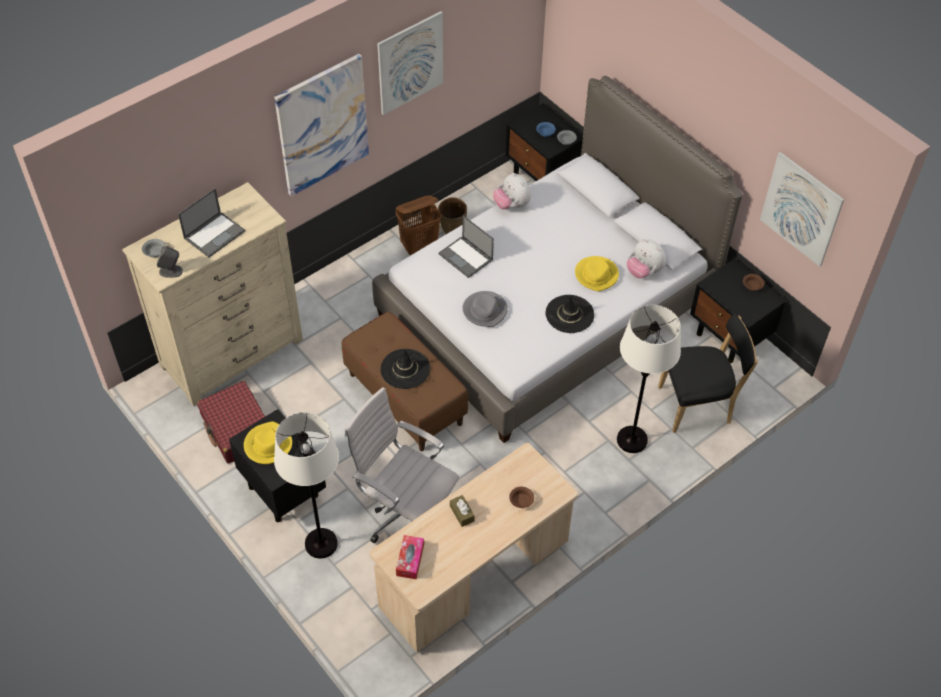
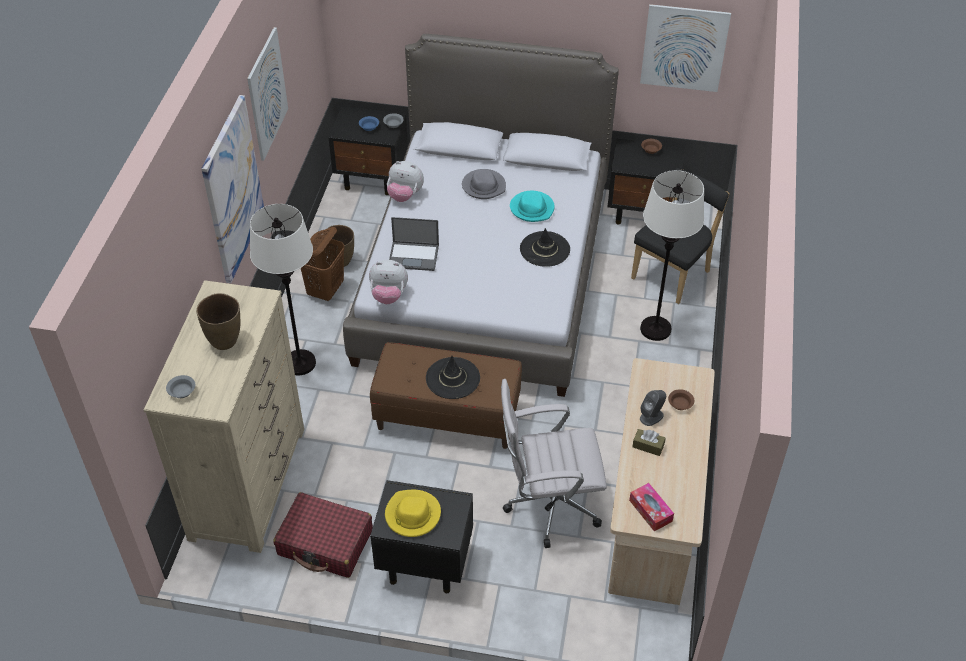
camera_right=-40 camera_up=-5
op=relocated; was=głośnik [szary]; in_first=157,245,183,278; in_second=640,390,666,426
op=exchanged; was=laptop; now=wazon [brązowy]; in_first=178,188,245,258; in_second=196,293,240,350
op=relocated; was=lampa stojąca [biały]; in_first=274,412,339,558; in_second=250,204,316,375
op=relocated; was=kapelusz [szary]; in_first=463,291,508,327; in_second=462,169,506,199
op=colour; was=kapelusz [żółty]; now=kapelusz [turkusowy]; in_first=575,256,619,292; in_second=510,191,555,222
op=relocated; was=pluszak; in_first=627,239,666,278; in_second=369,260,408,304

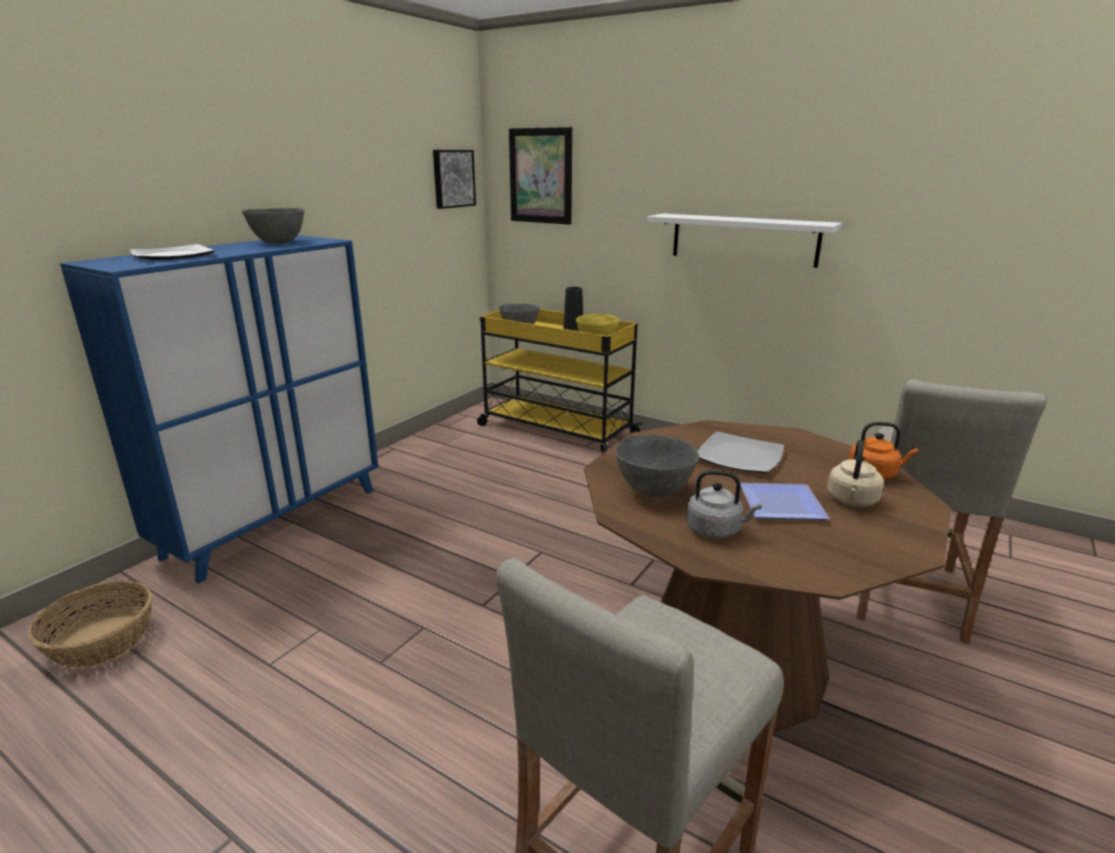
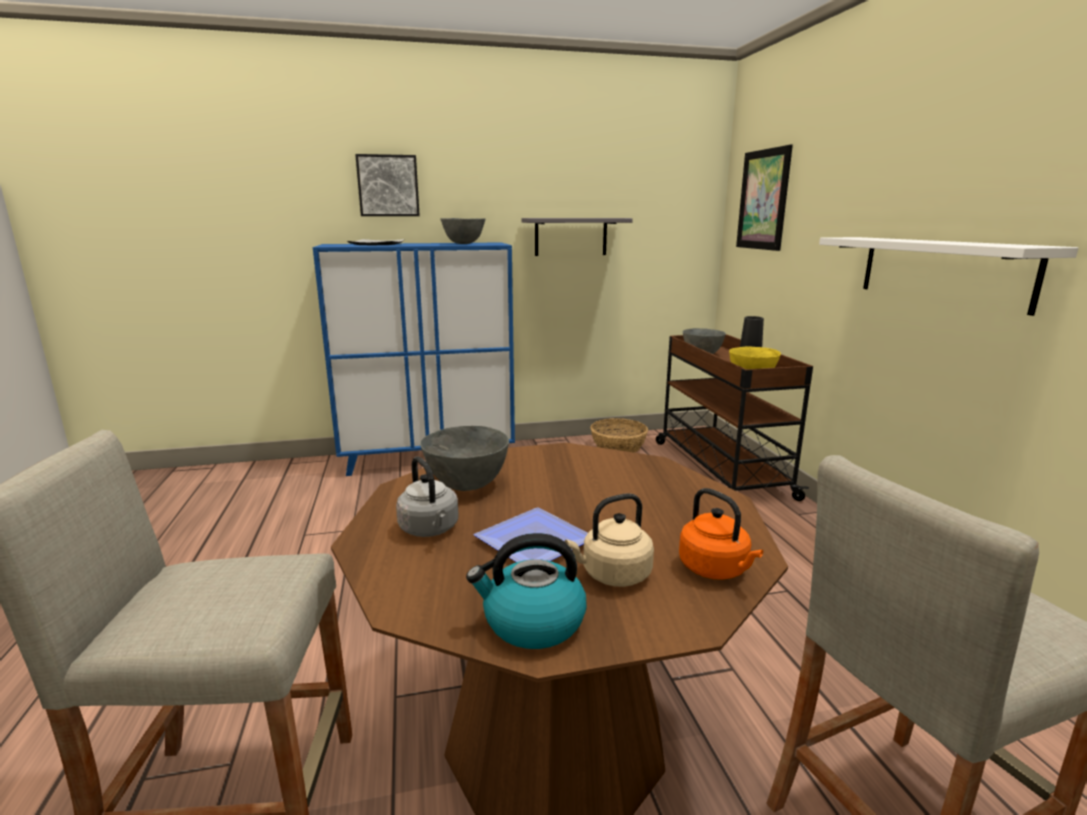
camera_right=45 camera_up=-5
op=relocated; was=koszyk; in_first=28,581,152,668; in_second=590,418,648,453
op=relocated; was=obraz; in_first=433,150,476,209; in_second=355,154,420,216
op=colour; was=wózek [żółty]; now=wózek [brązowy]; in_first=477,309,642,454; in_second=656,334,813,501
op=missing; was=talerz; in_first=698,432,784,473
op=appeared; now=czajnik; in_second=466,533,587,649
op=appeared; now=półka [szary]; in_second=521,218,633,256

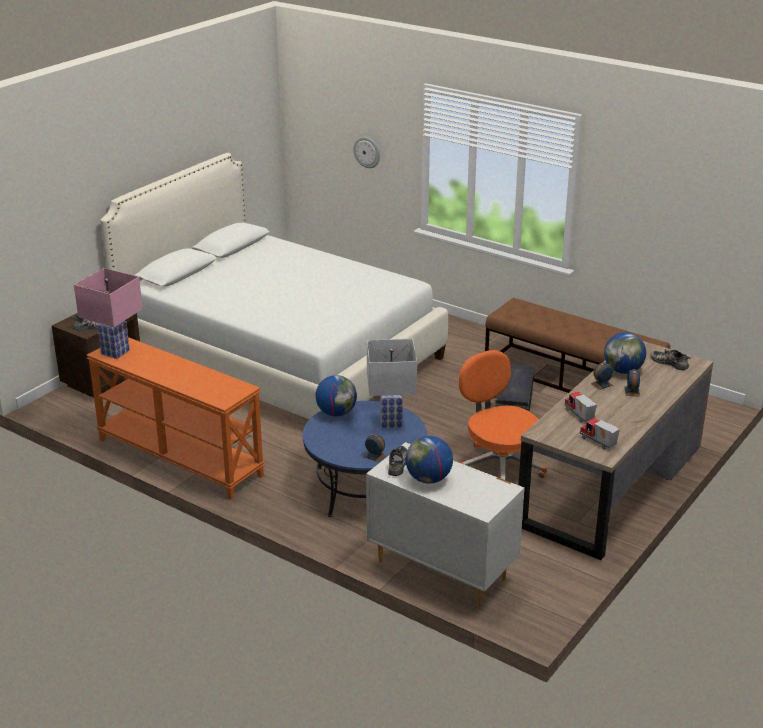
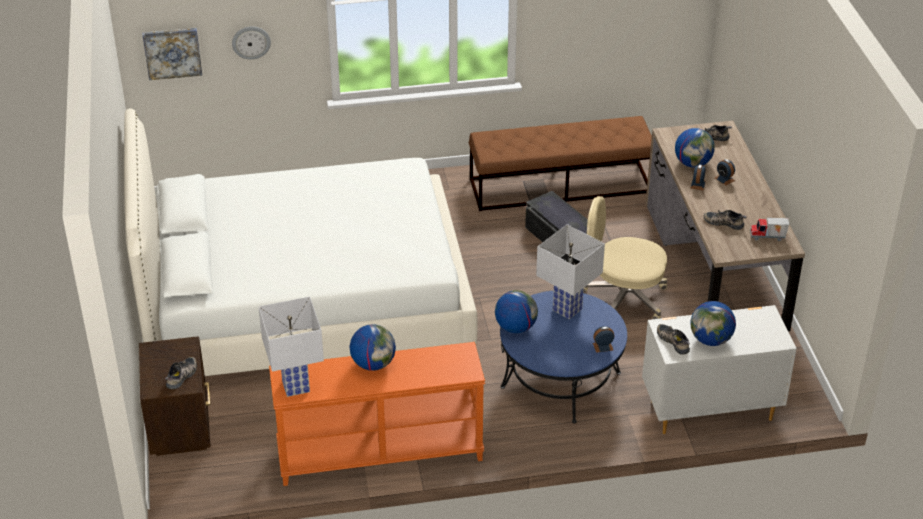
camera_right=-45 camera_up=10
op=colour; was=lampa stołowa [różowy]; now=lampa stołowa [biały]; in_first=74,268,143,359; in_second=258,297,324,397
op=colour; was=krzesło biurowe [pomarańczowy]; now=krzesło biurowe [beżowy]; in_first=459,350,547,480; in_second=583,196,667,319
op=exchanged; was=ciężarówka zabawkowa; now=but; in_first=564,392,597,423; in_second=704,210,747,230
op=appeared; now=obraz; in_second=142,28,202,80
op=appeared; now=globus; in_second=350,324,396,371

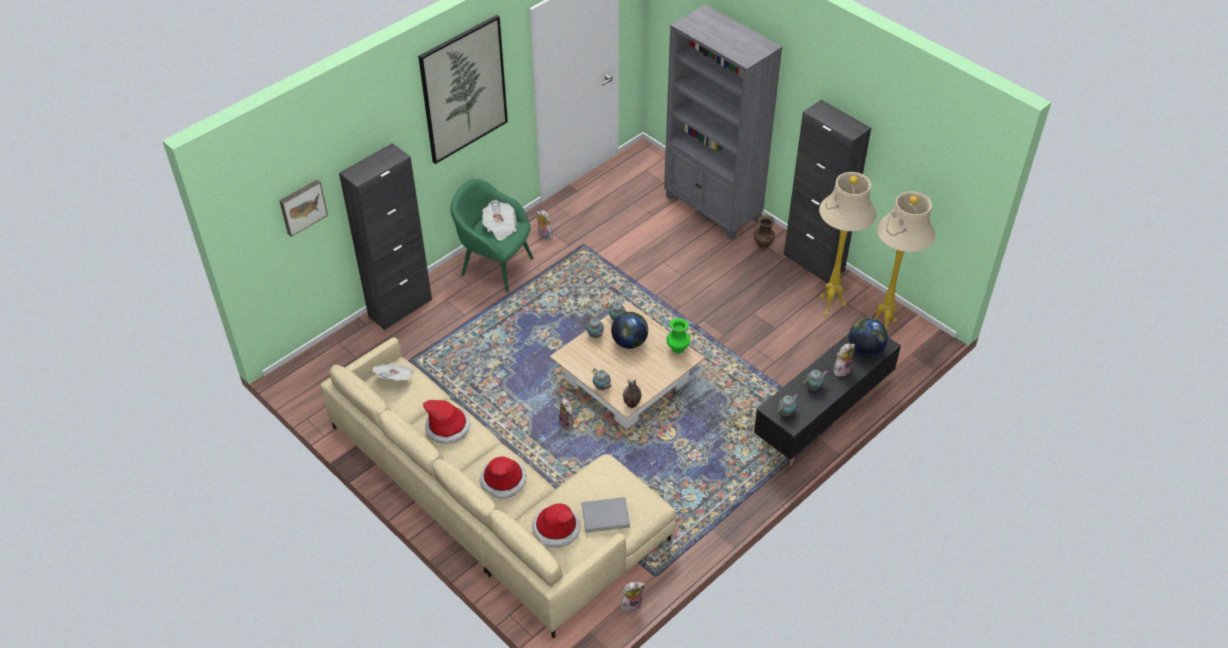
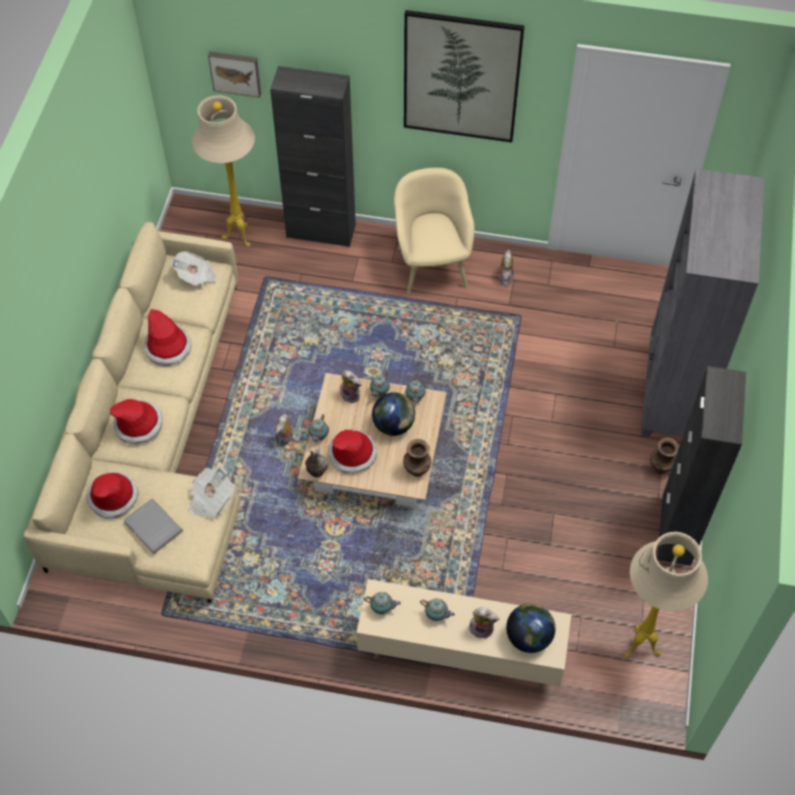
camera_right=55 camera_up=10
op=colour; was=fotel [zielony]; now=fotel [beżowy]; in_first=450,179,533,292; in_second=394,168,475,296
op=relocated; was=gazeta; in_first=482,200,517,241; in_second=189,468,234,519
op=relocated; was=pluszak; in_first=621,582,645,613; in_second=340,370,362,404
op=colour; was=wazon [zielony]; now=wazon [brązowy]; in_first=666,318,690,354; in_second=403,439,431,477
op=colour; was=szafka pod telewizor [czarny]; now=szafka pod telewizor [beżowy]; in_first=754,334,901,466; in_second=356,579,571,689
op=relocated; was=lampa stojąca [beżowy]; in_first=819,172,877,316; in_second=192,95,255,247
op=appeared; now=kapelusz; in_second=328,430,377,474

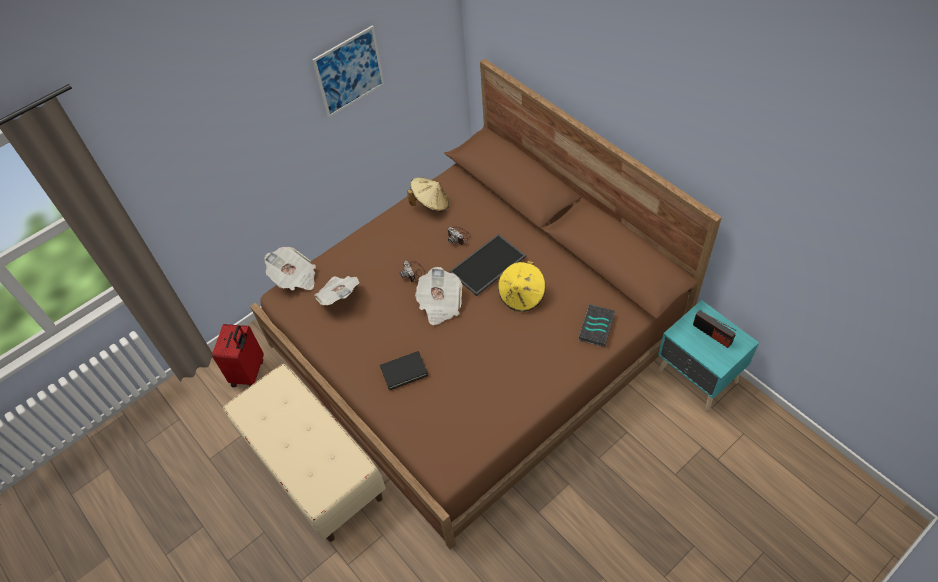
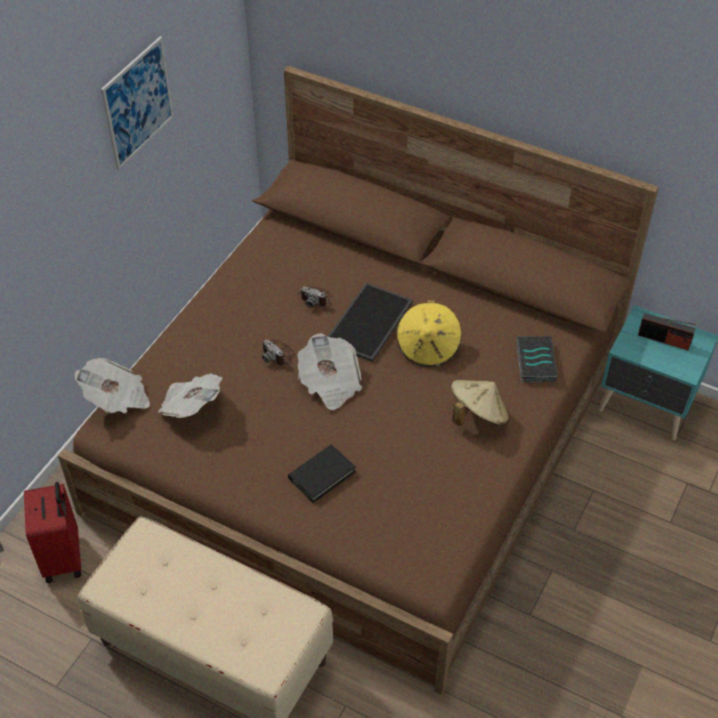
camera_right=-25 camera_up=-5
op=relocated; was=kapelusz [beżowy]; in_first=407,177,449,212; in_second=451,380,509,425

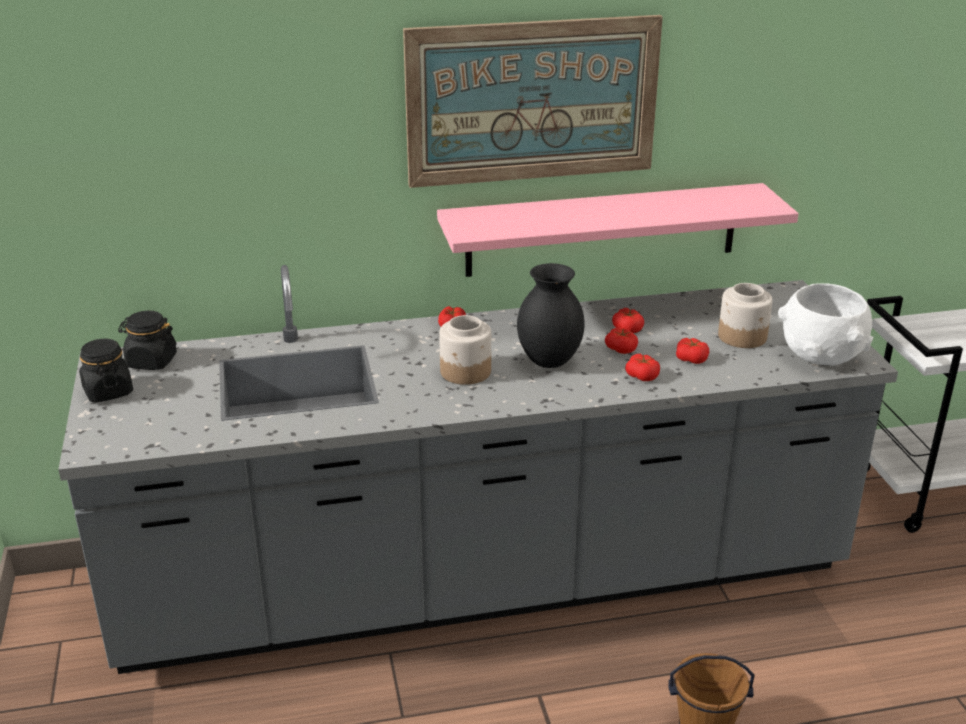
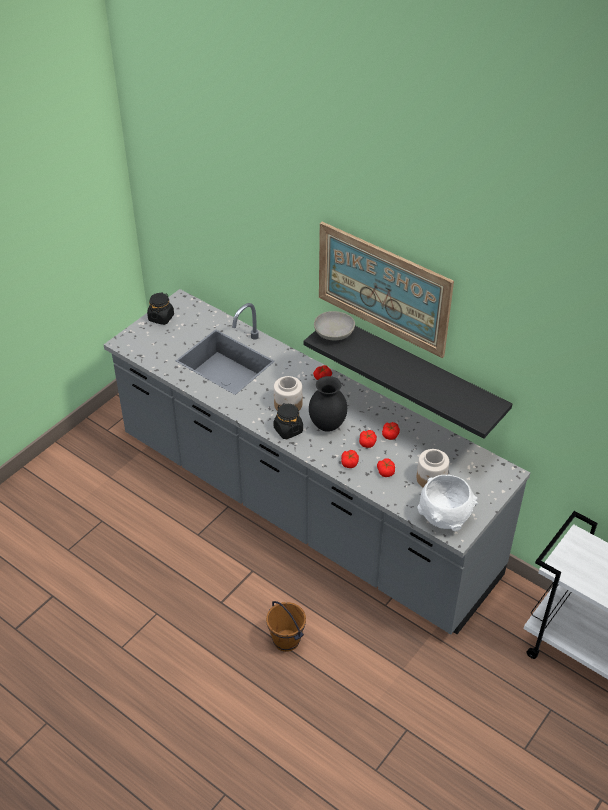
camera_right=50 camera_up=15
op=relocated; was=słoik [czarny]; in_first=118,311,177,370; in_second=274,403,303,439
op=colour; was=półka [różowy]; now=półka [czarny]; in_first=437,183,799,277; in_second=304,326,512,439
op=appeared; now=miska [szary]; in_second=314,311,355,340

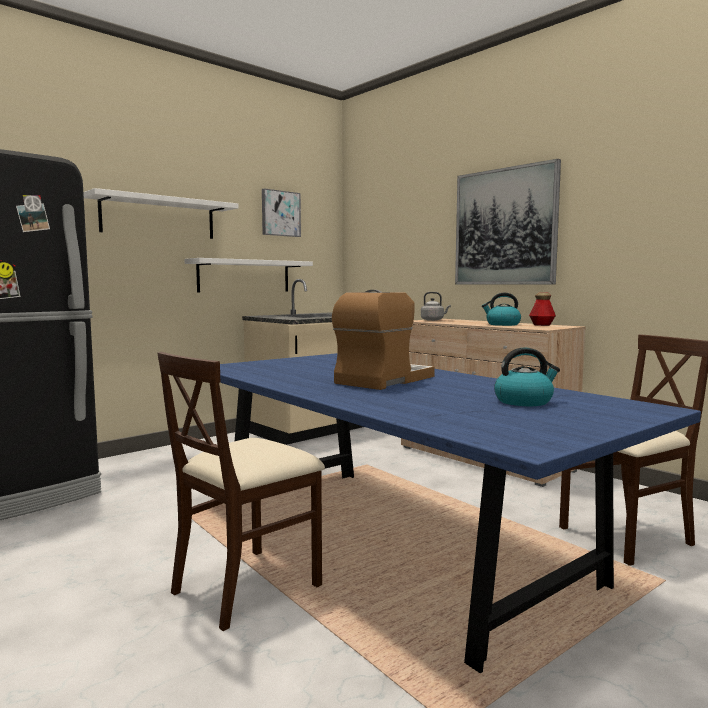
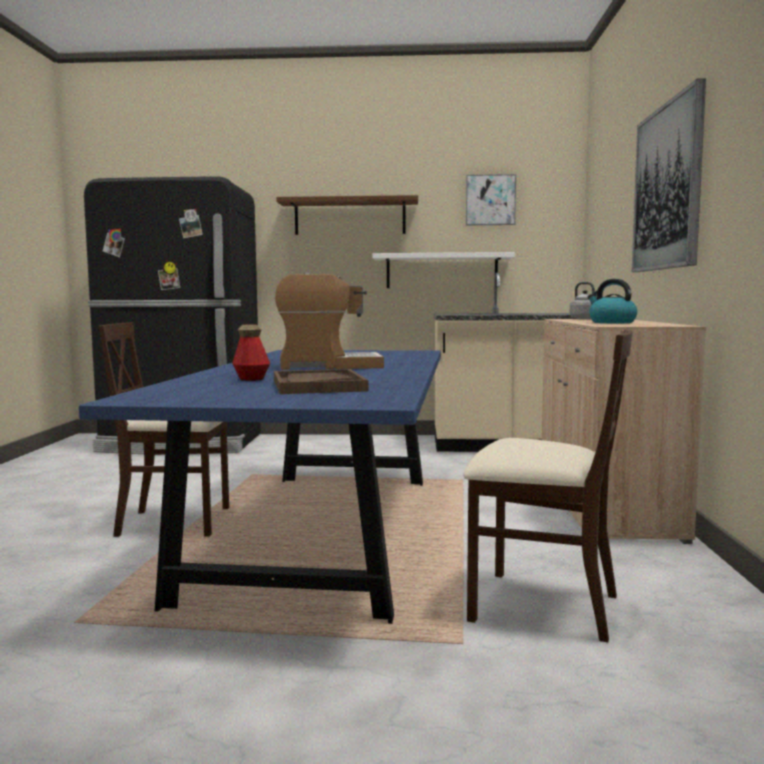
camera_right=45 camera_up=0
op=colour; was=półka [biały]; now=półka [brązowy]; in_first=83,188,238,239; in_second=276,195,418,235
op=exchanged; was=czajnik; now=taca [brązowy]; in_first=494,348,560,406; in_second=274,369,369,394
op=relocated; was=butelka; in_first=529,293,556,326; in_second=232,325,270,381

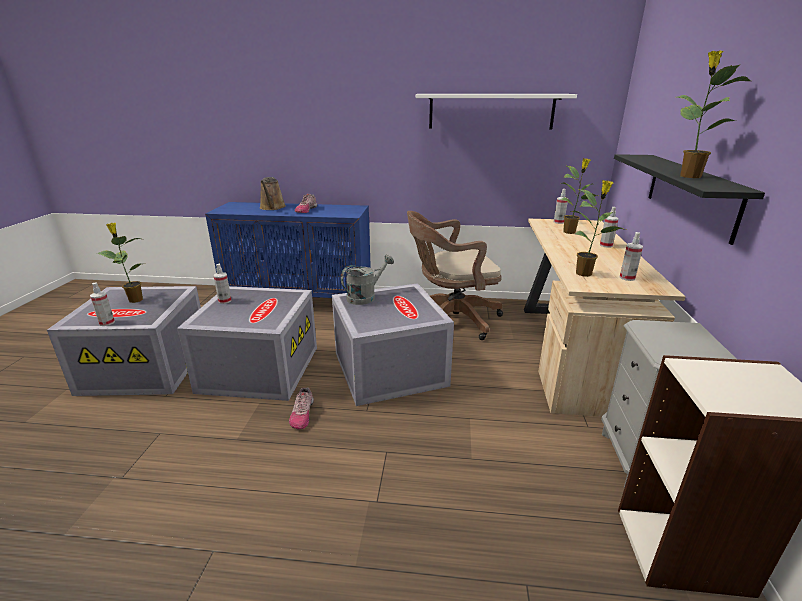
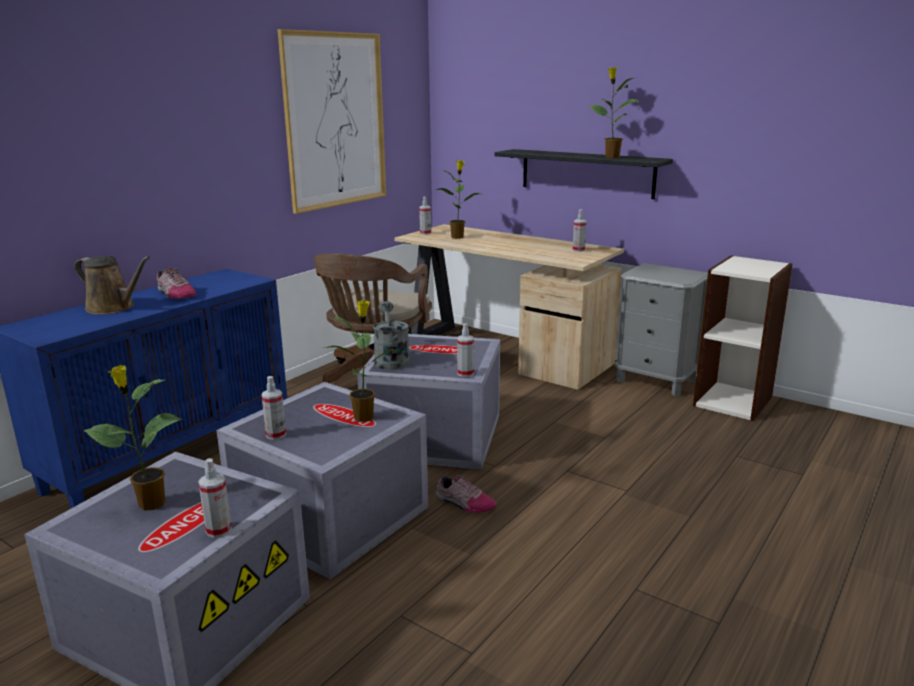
camera_right=-60 camera_up=-5
op=exchanged; was=półka [biały]; now=obraz; in_first=416,94,577,129; in_second=277,29,386,214
op=relocated; was=roślina doniczkowa; in_first=571,180,626,277; in_second=324,300,399,422
op=relocated; was=spryskiwacz; in_first=600,207,619,248; in_second=457,323,474,377

